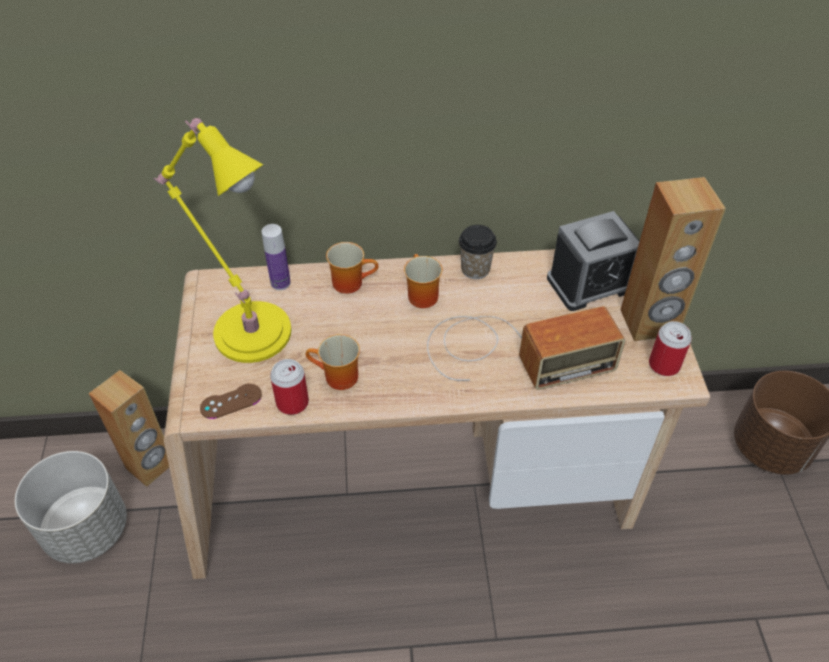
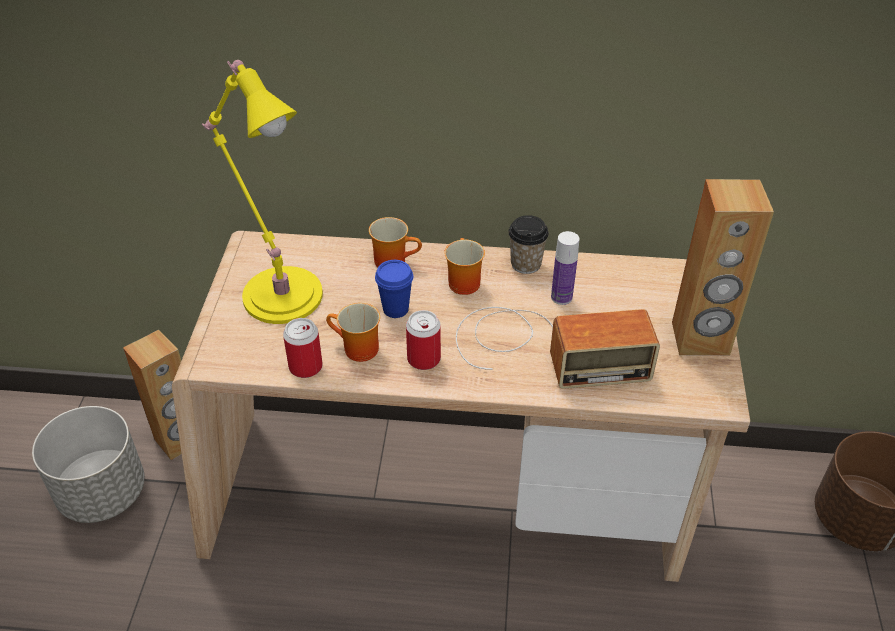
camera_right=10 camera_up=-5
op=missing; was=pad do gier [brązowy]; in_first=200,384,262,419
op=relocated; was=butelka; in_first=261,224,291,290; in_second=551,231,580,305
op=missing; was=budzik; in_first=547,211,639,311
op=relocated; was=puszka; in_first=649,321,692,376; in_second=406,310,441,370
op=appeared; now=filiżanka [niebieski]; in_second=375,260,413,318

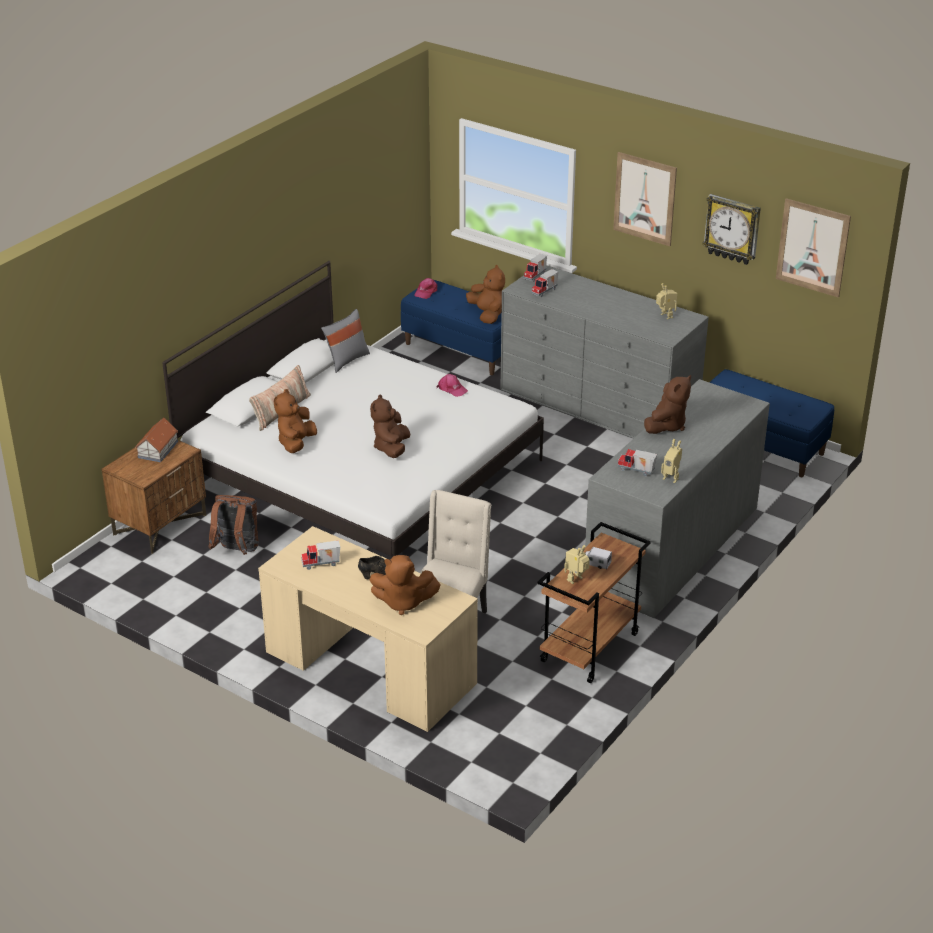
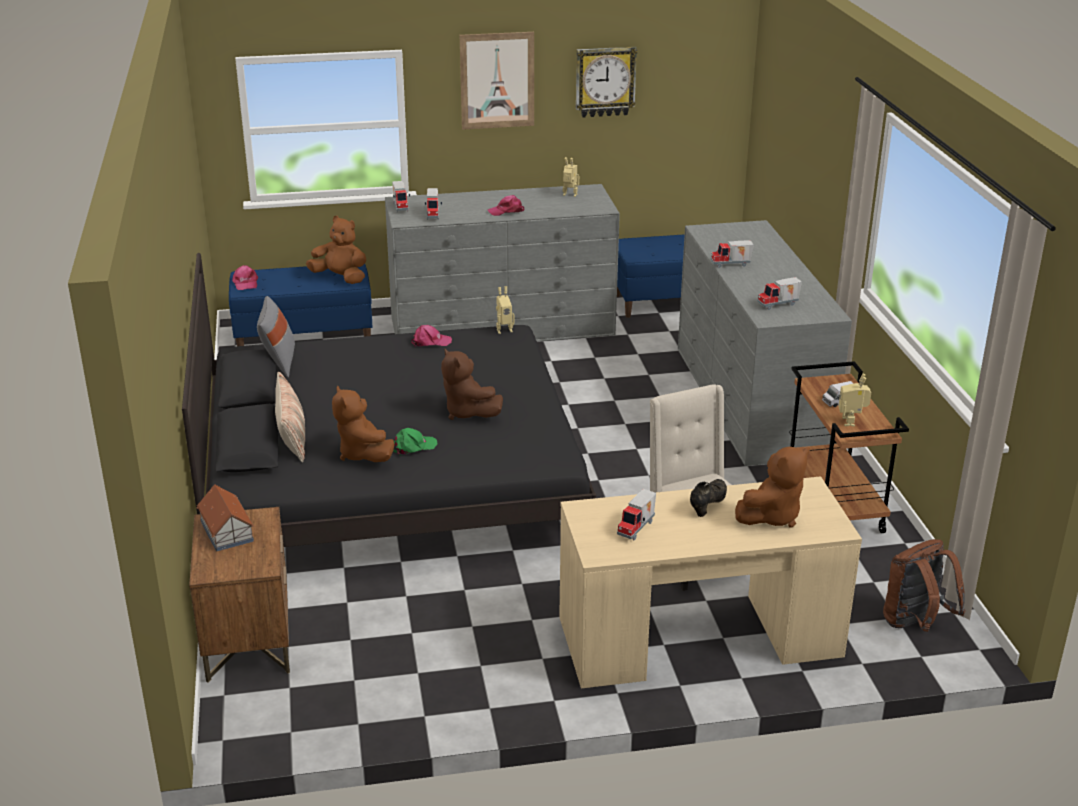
camera_right=-45 camera_up=-5
op=colour; was=łóżko [biały]; now=łóżko [czarny]; in_first=162,261,544,557; in_second=182,253,596,547
op=relocated; was=plecak [brązowy]; in_first=208,495,259,555; in_second=883,539,966,632
op=exchanged; was=pluszak [brązowy]; now=ciężarówka zabawkowa; in_first=644,375,691,434; in_second=711,240,754,268
op=relocated; was=robot zabawkowy; in_first=661,439,682,483; in_second=496,286,514,334
op=missing; was=obraz; in_first=776,198,851,297
op=appeared; now=czapka z daszkiem [zielony]; in_second=393,428,438,455
op=appeared; now=czapka z daszkiem [różowy]; in_second=488,195,524,216

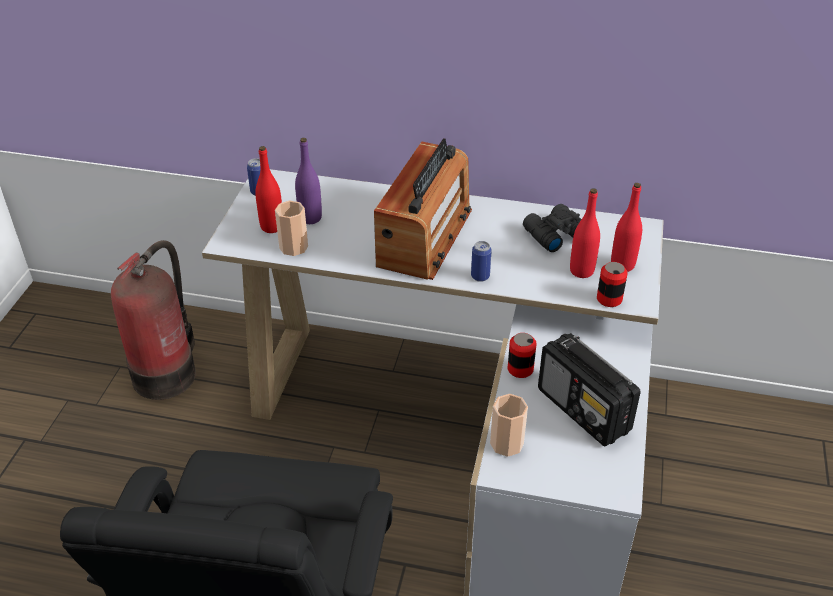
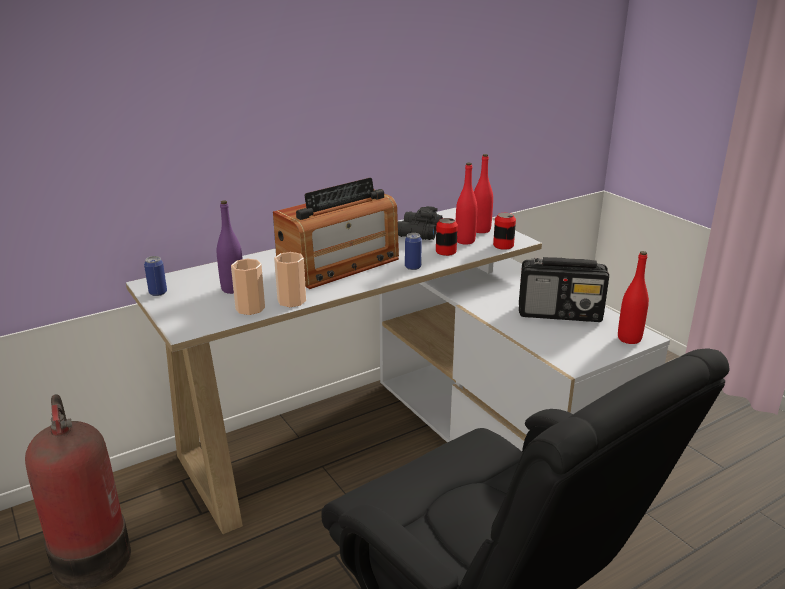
camera_right=-45 camera_up=-15
op=relocated; was=butelka [czerwony]; in_first=255,146,282,233; in_second=618,251,649,344
op=spun; was=radio; in_first=374,138,472,280; in_second=273,178,399,289; clockwise=75
op=relocated; was=filiżanka; in_first=490,394,528,457; in_second=274,252,306,307
op=relocated; was=puszka; in_first=508,333,537,378; in_second=436,218,458,256

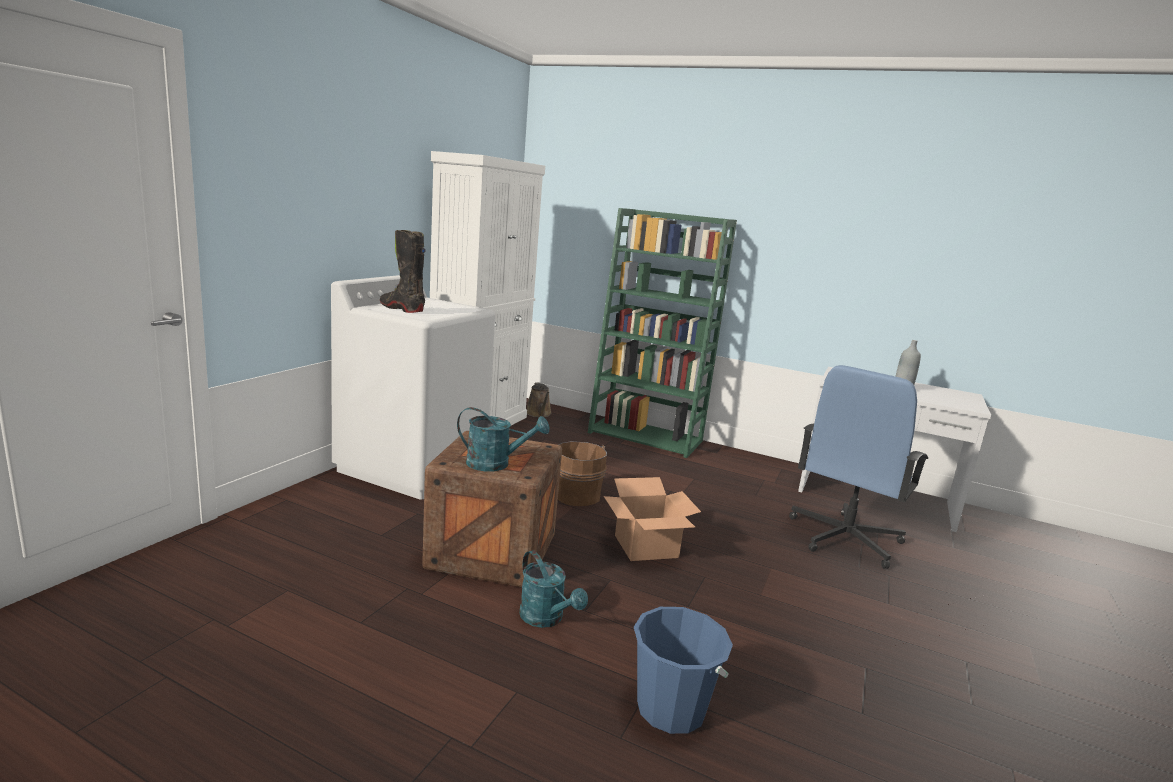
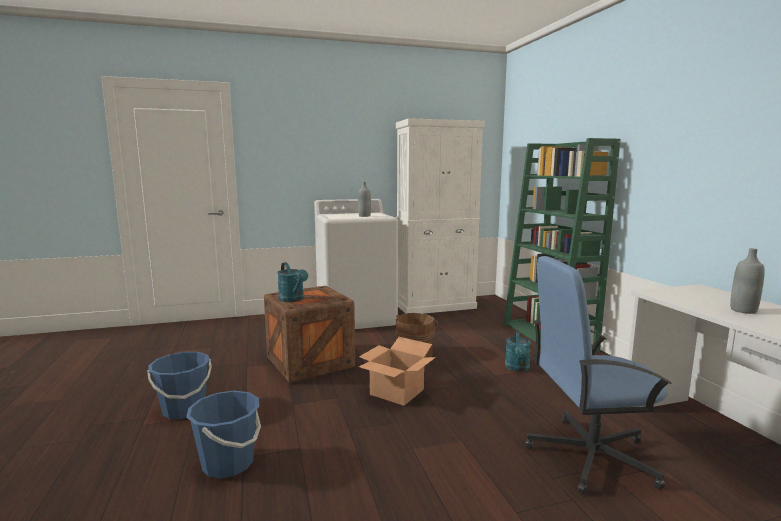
camera_right=50 camera_up=-5
op=missing; was=but z cholewką [czarny]; in_first=380,230,426,313
op=relocated; was=konewka [turkusowy]; in_first=519,550,588,628; in_second=505,330,531,372
op=missing; was=konewka [brązowy]; in_first=527,382,552,417
op=appeared; now=wiadro [niebieski]; in_second=147,352,212,419
op=appeared; now=butelka [szary]; in_second=358,182,371,217

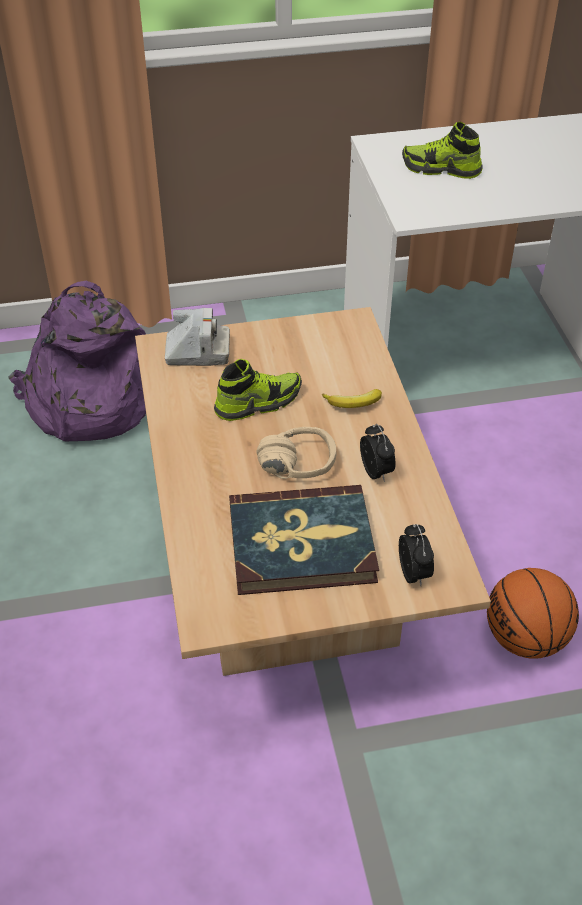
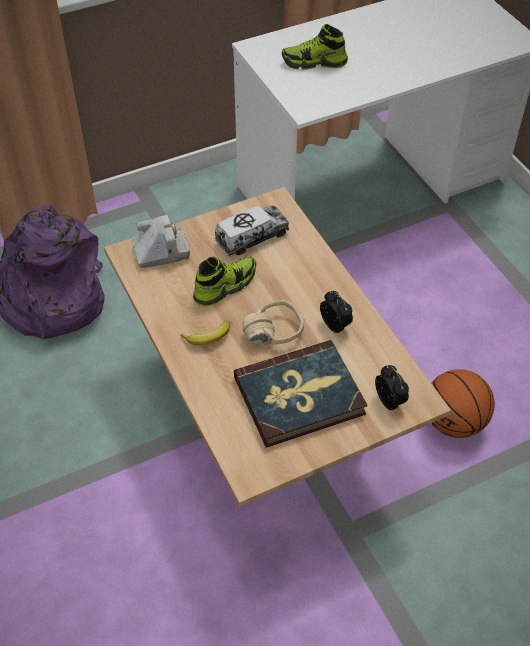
camera_right=-15 camera_up=5
op=relocated; was=banan; in_first=322,389,382,408; in_second=181,321,230,345
op=appeared; now=ciężarówka zabawkowa; in_second=215,206,289,256

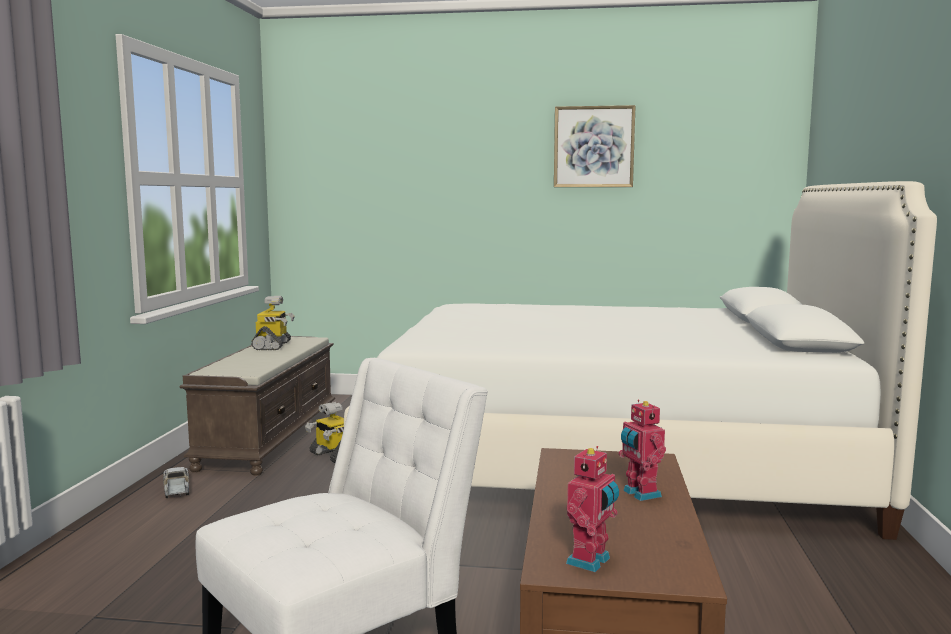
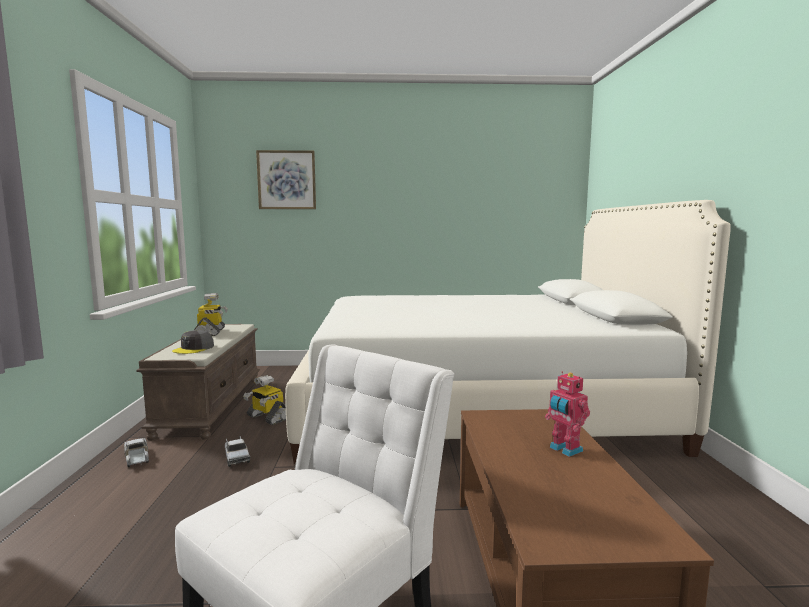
camera_right=-10 camera_up=0
op=relocated; was=obraz; in_first=554,105,635,187; in_second=256,150,316,209
op=missing; was=robot zabawkowy; in_first=566,446,619,572
op=appeared; now=czapka z daszkiem [szary]; in_second=172,330,214,354
op=appeared; now=ciężarówka zabawkowa; in_second=225,436,250,467

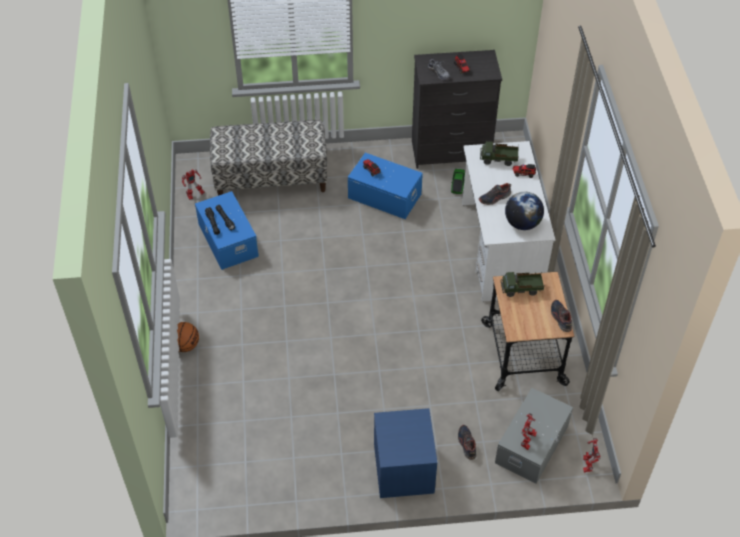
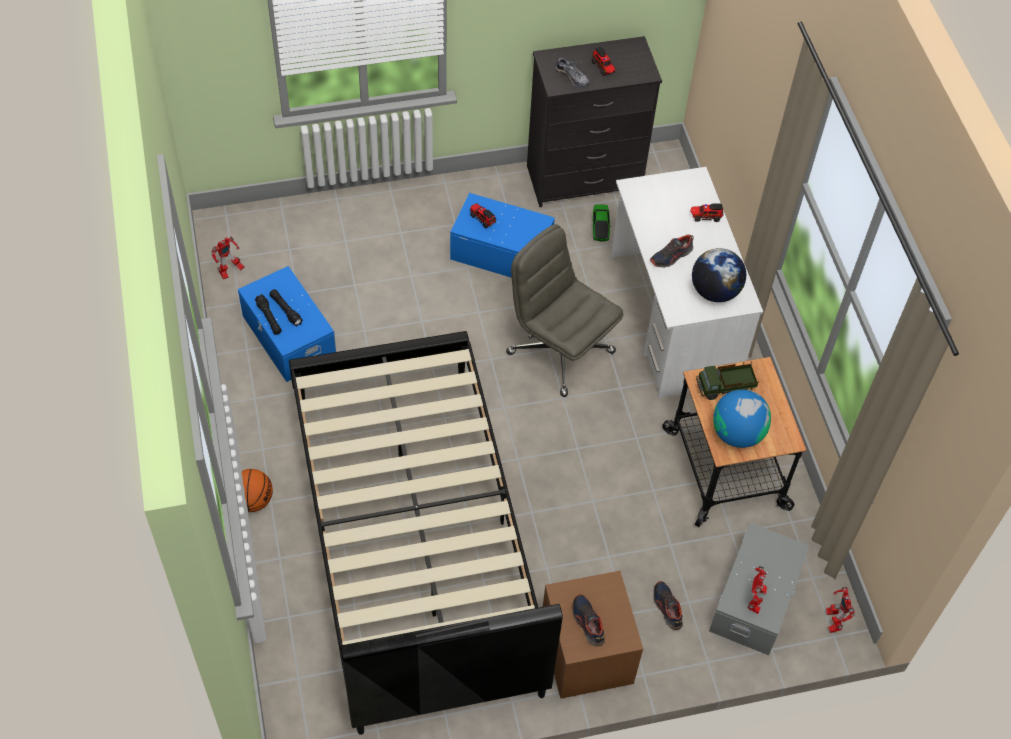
camera_right=-10 camera_up=5
op=missing; was=ławka; in_first=210,120,327,196
op=colour; was=szafka nocna [niebieski]; now=szafka nocna [brązowy]; in_first=374,408,438,498; in_second=543,571,643,699
op=missing; was=ciężarówka zabawkowa; in_first=480,141,519,166
op=relocated; was=but; in_first=551,300,572,332; in_second=573,594,605,647
op=appeared; now=łóżko [czarny]; in_second=289,331,563,735
op=appeared; now=krzesło biurowe [szary]; in_second=506,224,623,397
op=appeared; now=globus; in_second=713,390,771,448

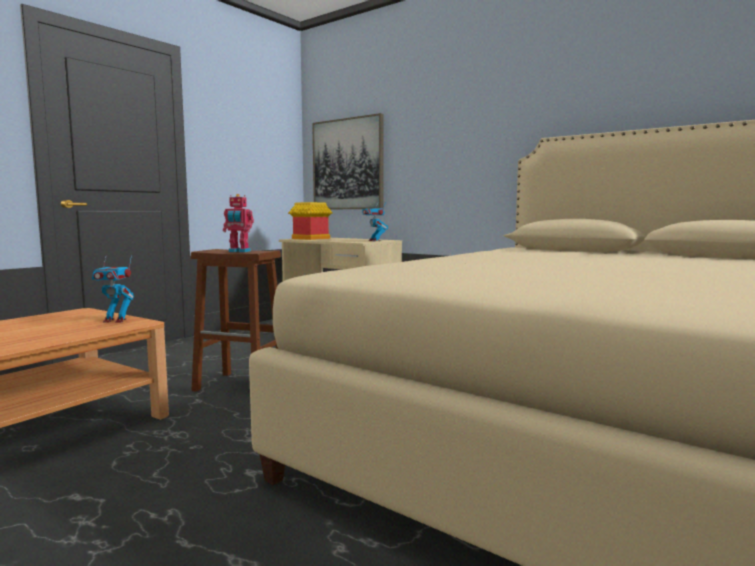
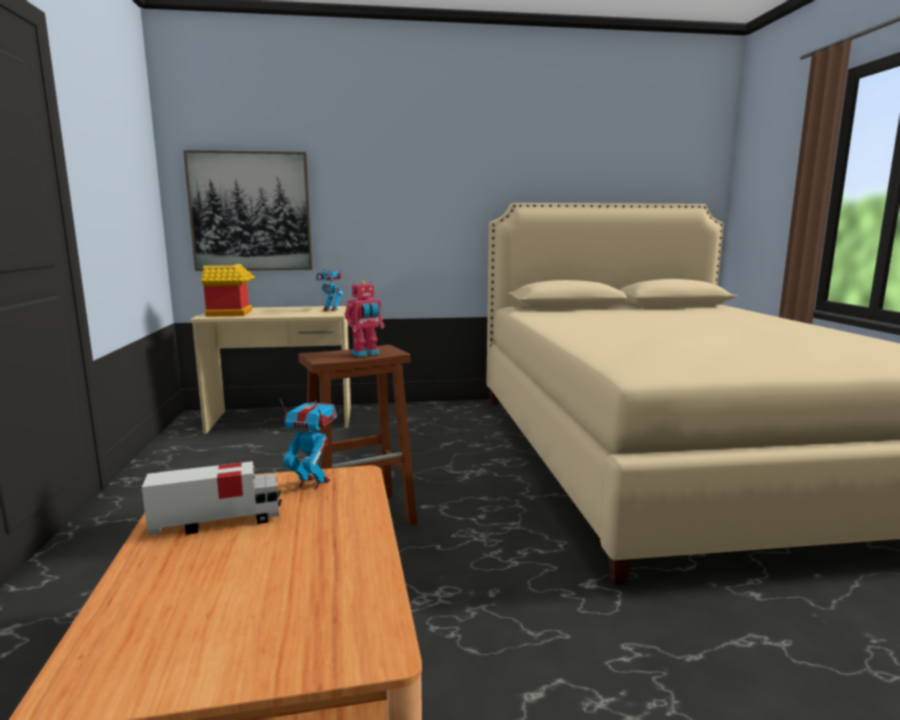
camera_right=-45 camera_up=5
op=spun; was=robot zabawkowy; in_first=92,255,134,323; in_second=279,397,337,490; clockwise=-120
op=appeared; now=ciężarówka zabawkowa; in_second=141,461,282,535

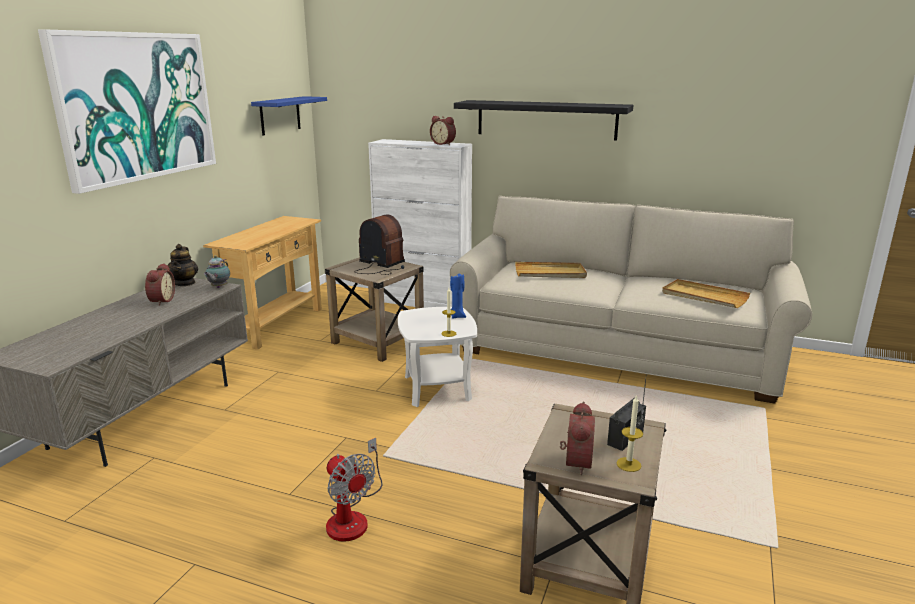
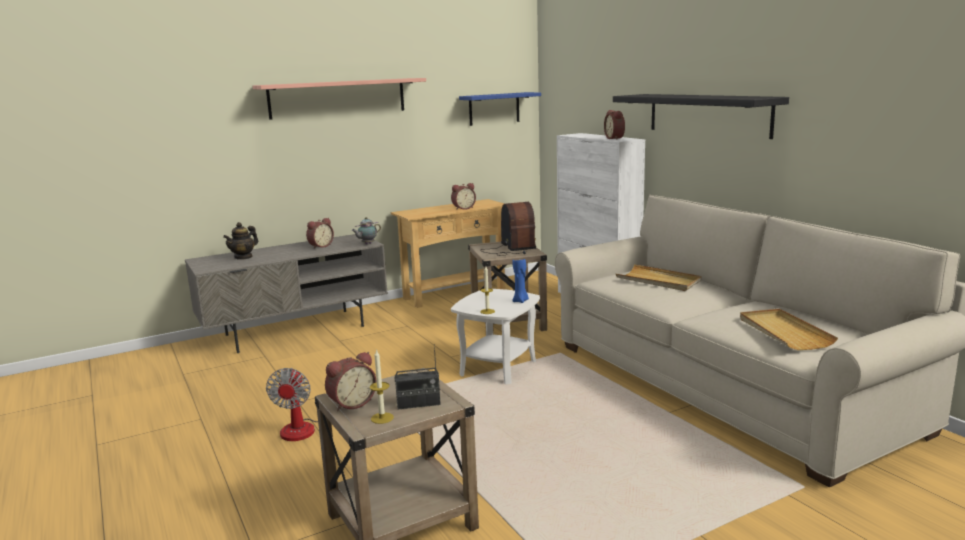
camera_right=40 camera_up=-5
op=exchanged; was=obraz; now=półka; in_first=38,29,216,194; in_second=252,78,426,120
op=relocated; was=imbryk; in_first=168,244,198,286; in_second=223,222,258,260
op=appeared; now=budzik; in_second=451,183,476,210

